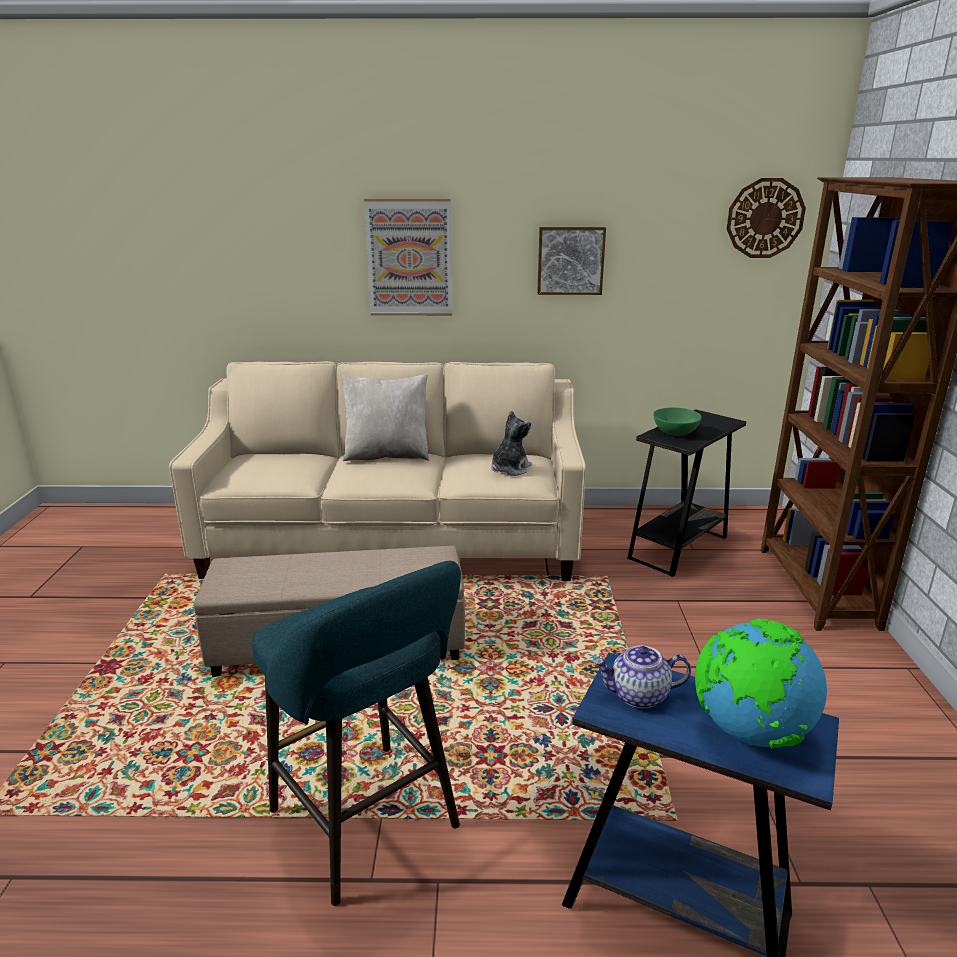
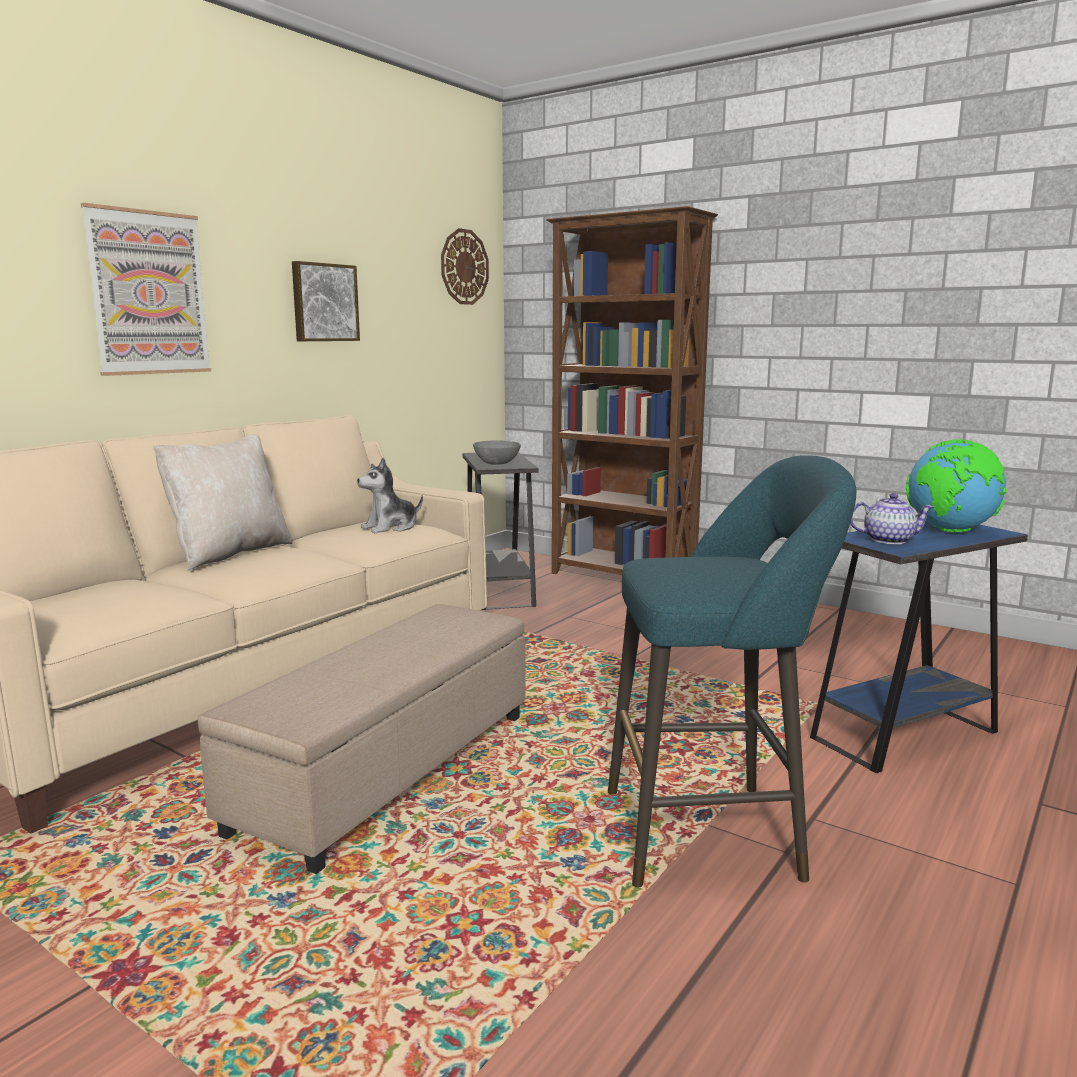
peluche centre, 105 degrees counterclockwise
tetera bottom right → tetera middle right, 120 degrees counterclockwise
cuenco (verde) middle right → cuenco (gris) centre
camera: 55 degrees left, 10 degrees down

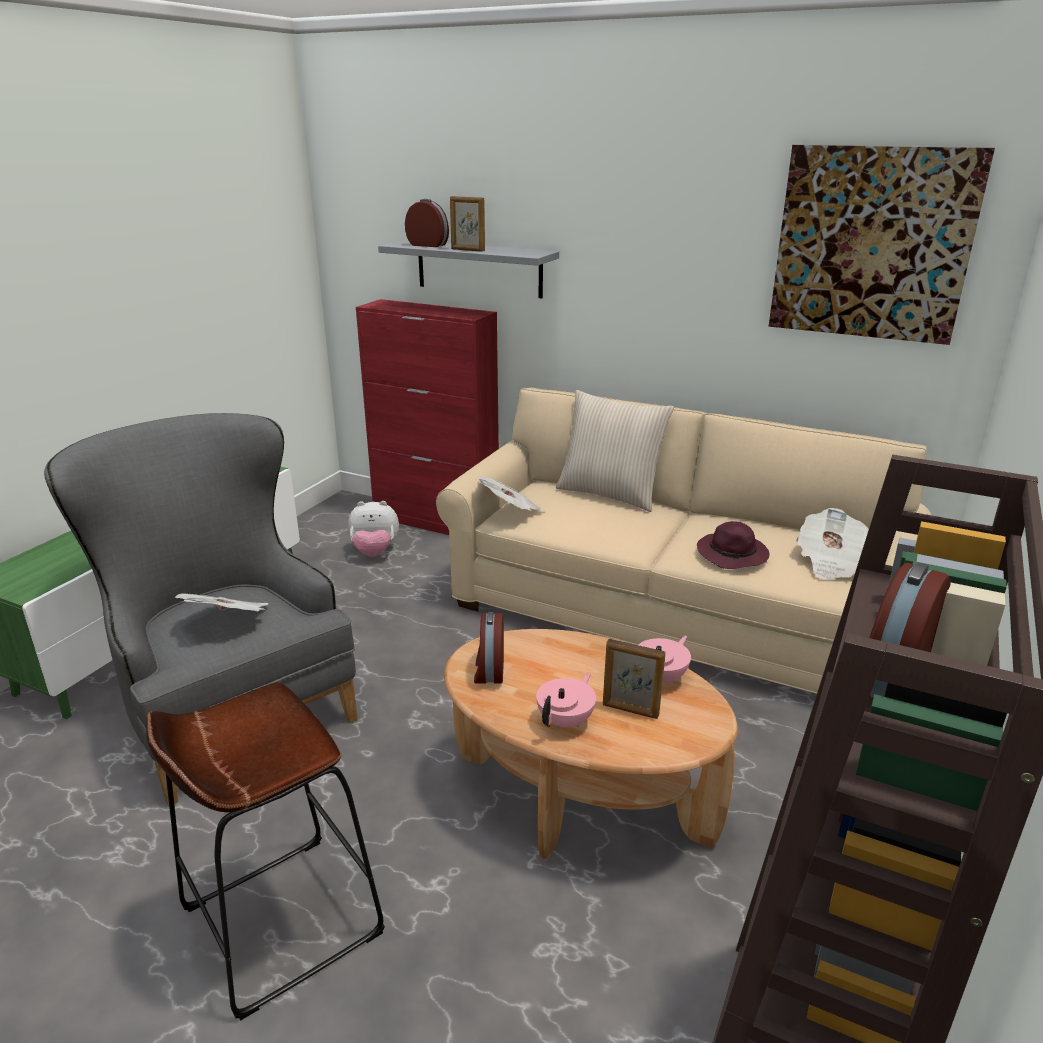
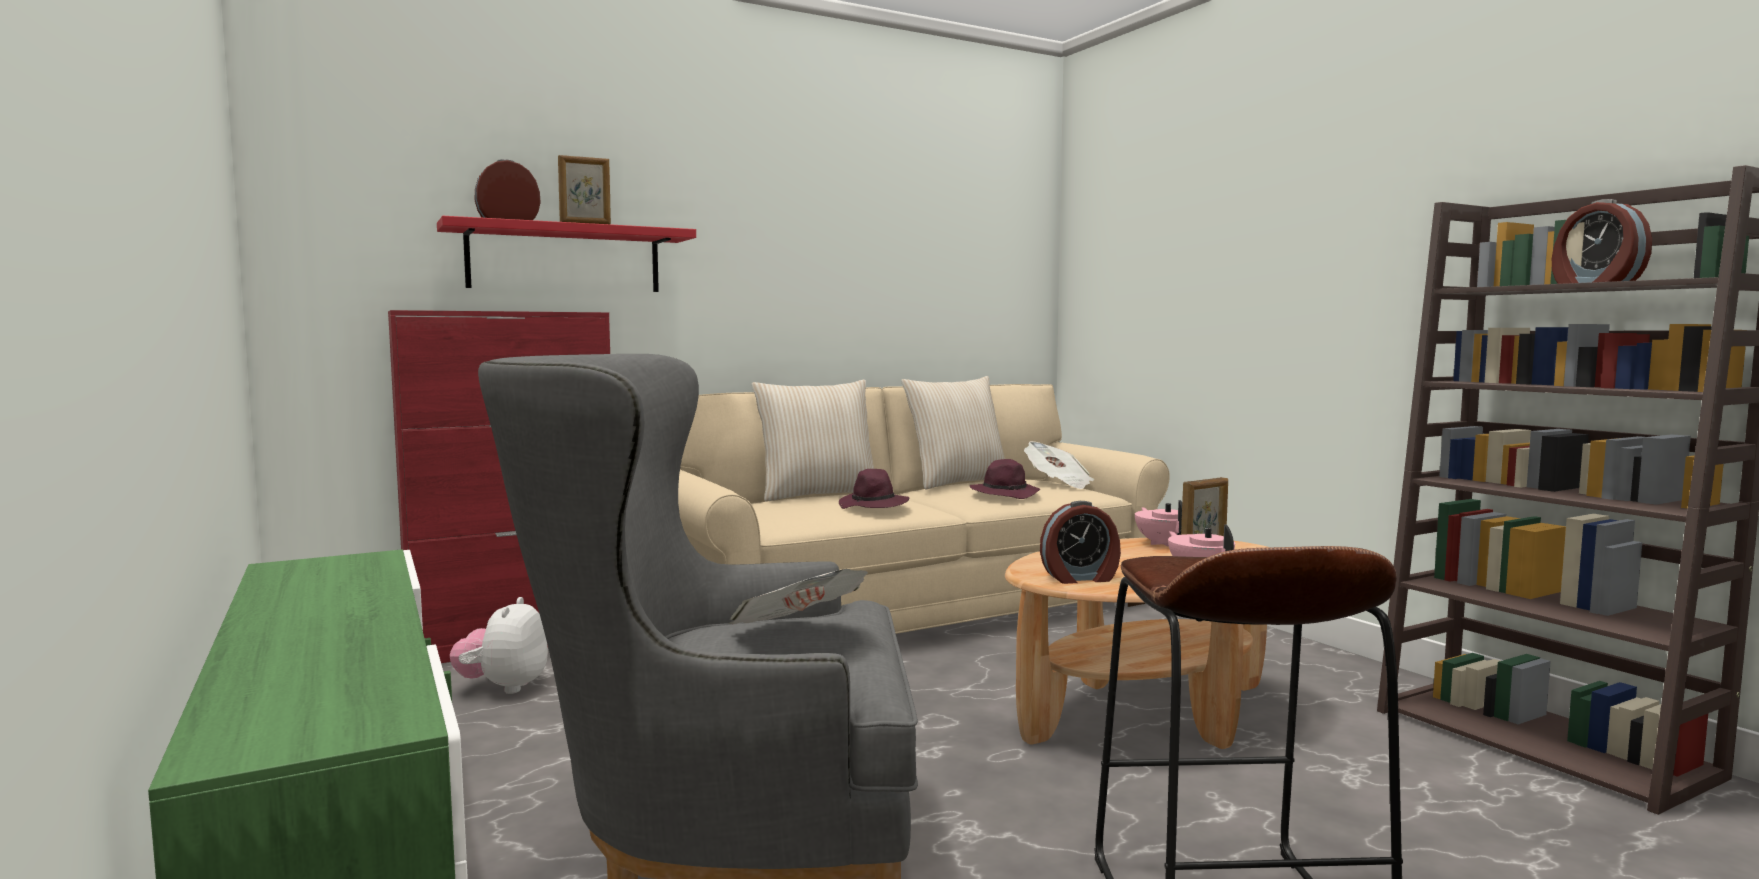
peluche centre → peluche bottom left, 150 degrees clockwise
estante (gris) top centre → estante (rojo) top left
despertador (2nd from left) centre, 45 degrees counterclockwise
periódico (2nd from left) centre → -
cuadro top right → -
- → sombrero (morado) (1st from left) centre
- → cojín (beis) (2nd from left) centre
camera: 55 degrees left, 20 degrees down

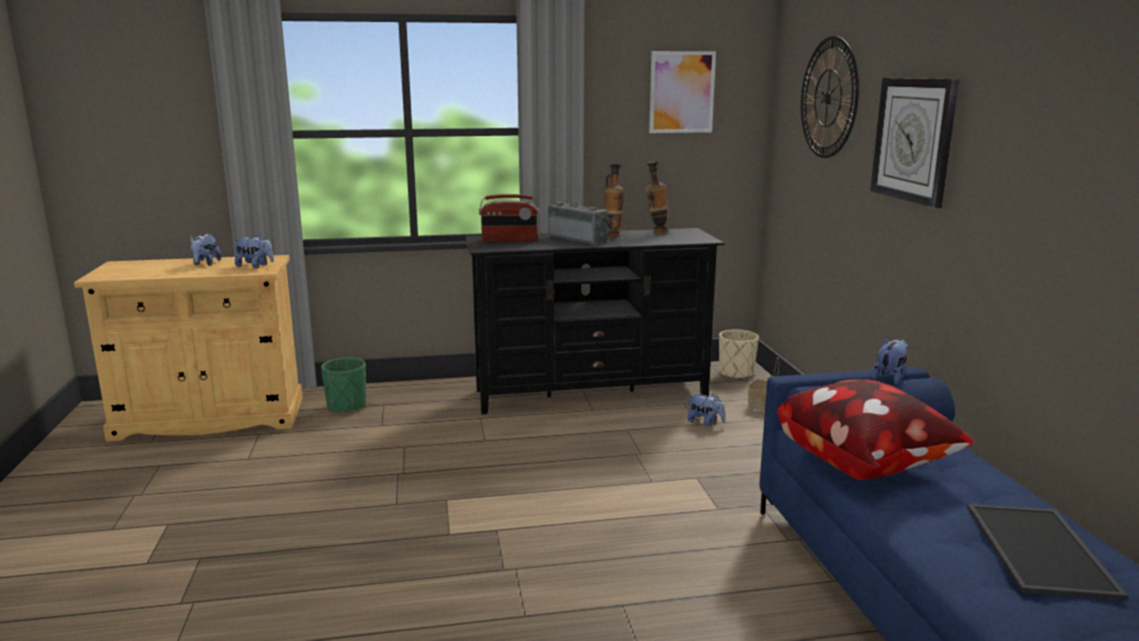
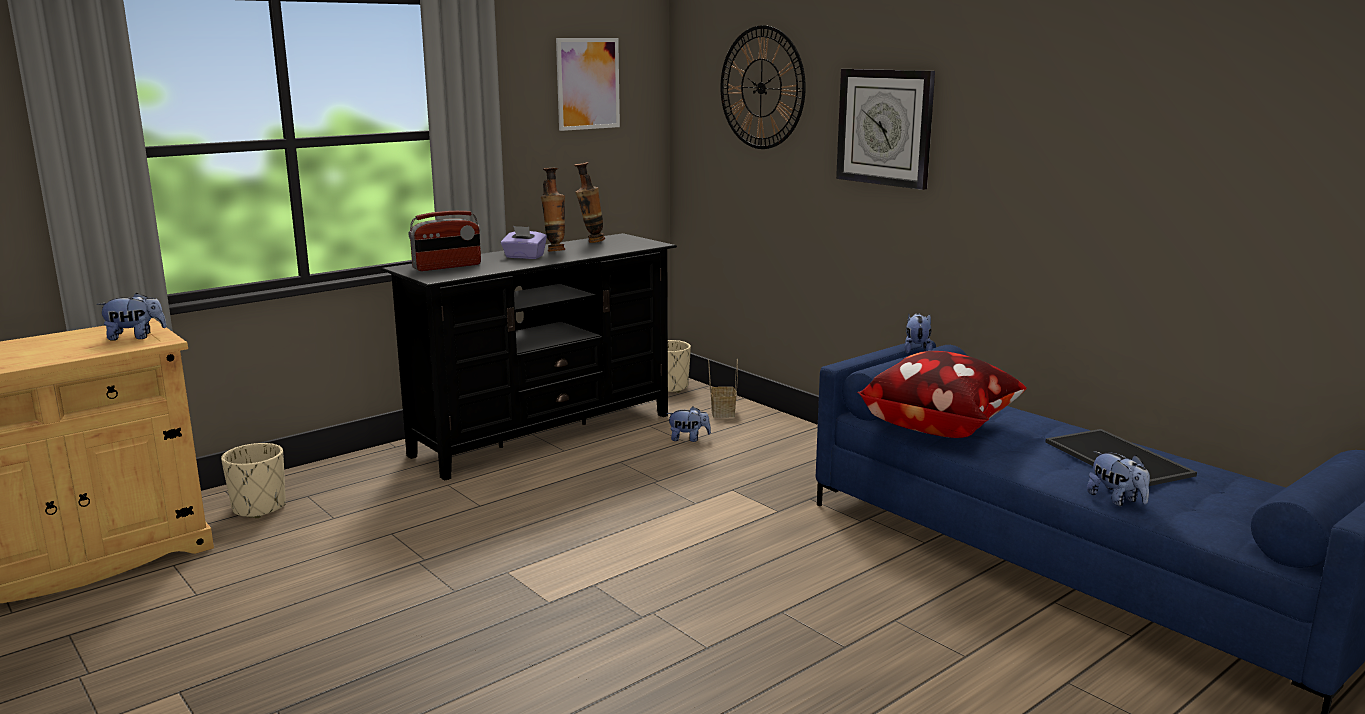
peluche (1st from left in the first image) middle left → peluche (4th from left) bottom right, moved
maceta (verde) middle left → maceta (beis) (1st from left) bottom left
radio (2nd from left) centre → caja de pañuelos (morado) centre
camera: 30 degrees left, 0 degrees up

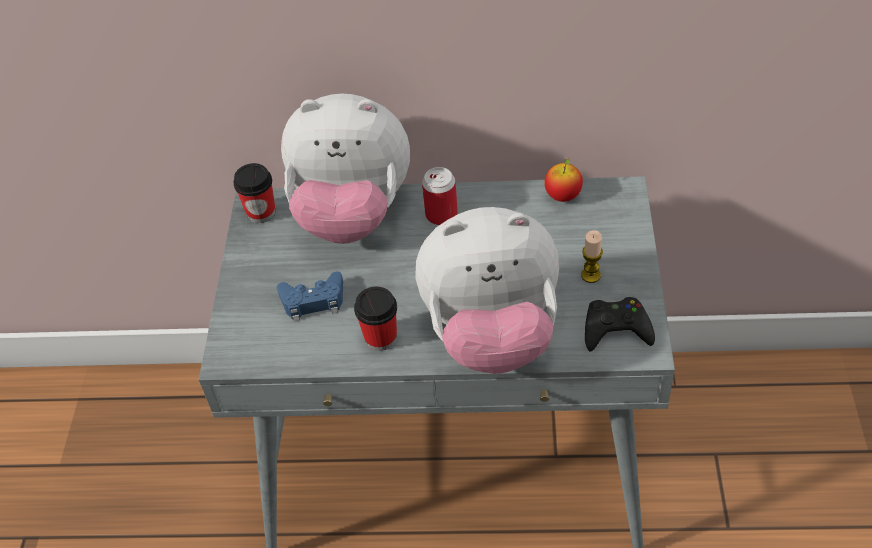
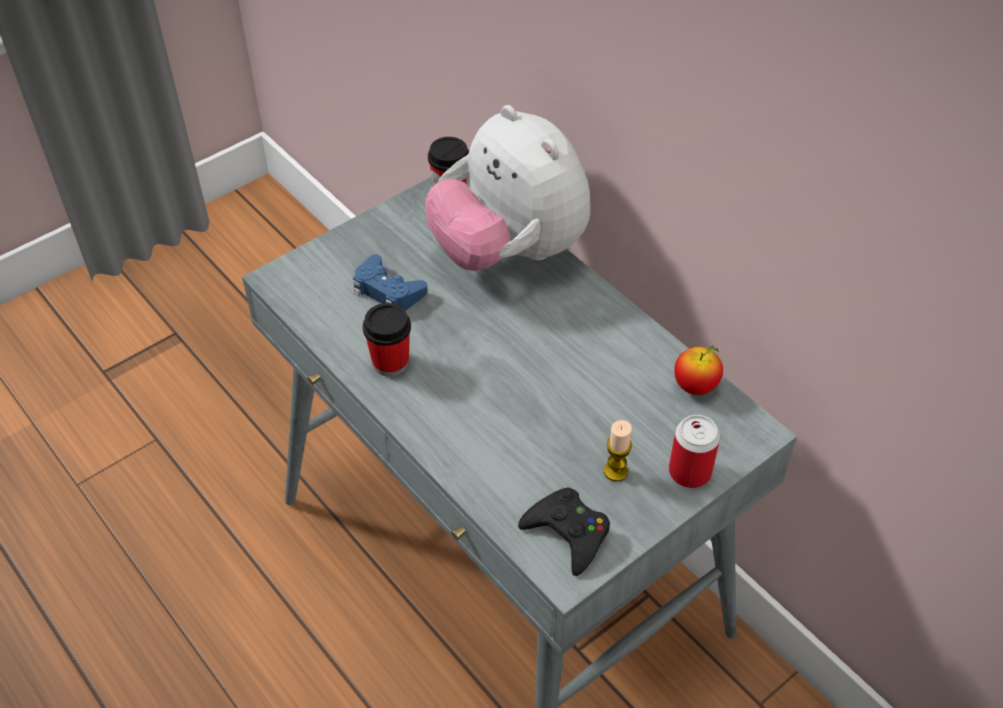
peluche (2nd from left) centre → -
lata centre → lata middle right, moved
camera: 45 degrees right, 0 degrees up

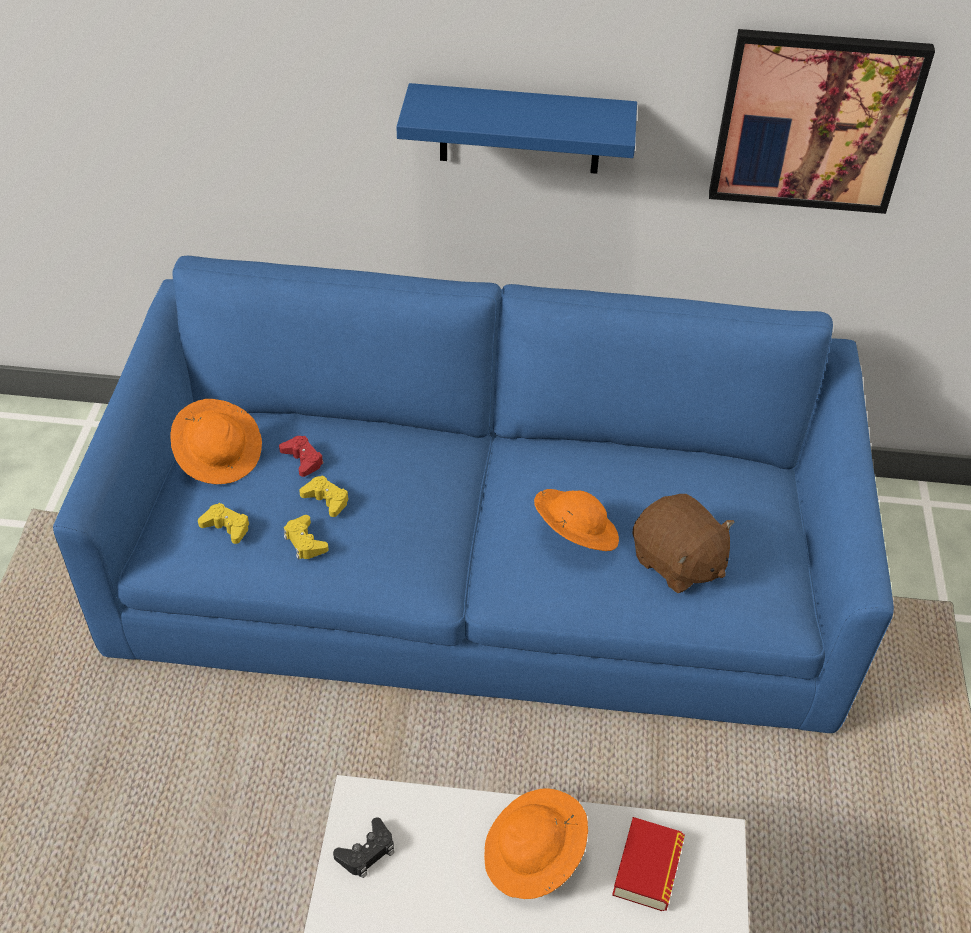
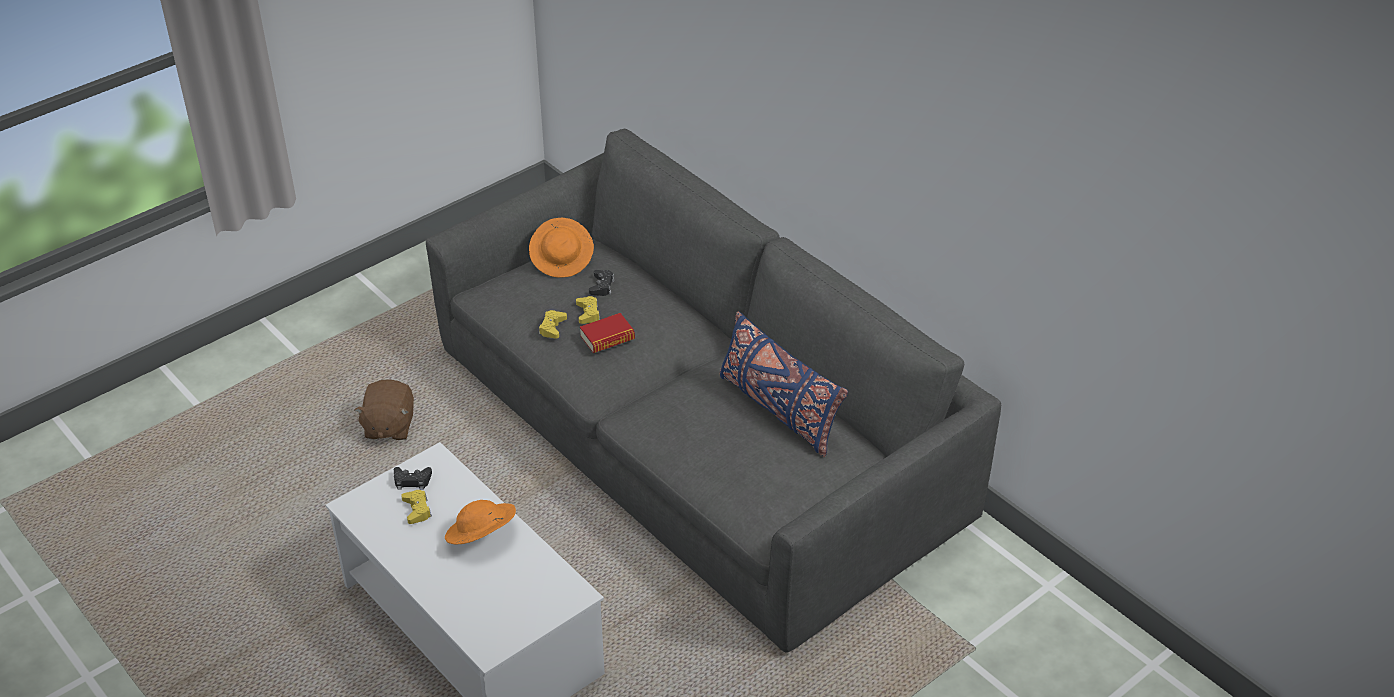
sofá (azul) centre → sofá (gris) centre
mando de consola (amarillo) (1st from left) middle left → mando de consola (amarillo) (1st from left) bottom left, moved
mando de consola (rojo) middle left → mando de consola (negro) (2nd from left) centre
estante (azul) top centre → -
sombrero (naranja) (3rd from left) centre → -
libro bottom right → libro centre, moved
peluche (marrón) middle right → peluche (marrón) middle left, moved
cuadro top right → -
- → cojín (azul) centre
camera: 45 degrees right, 5 degrees down

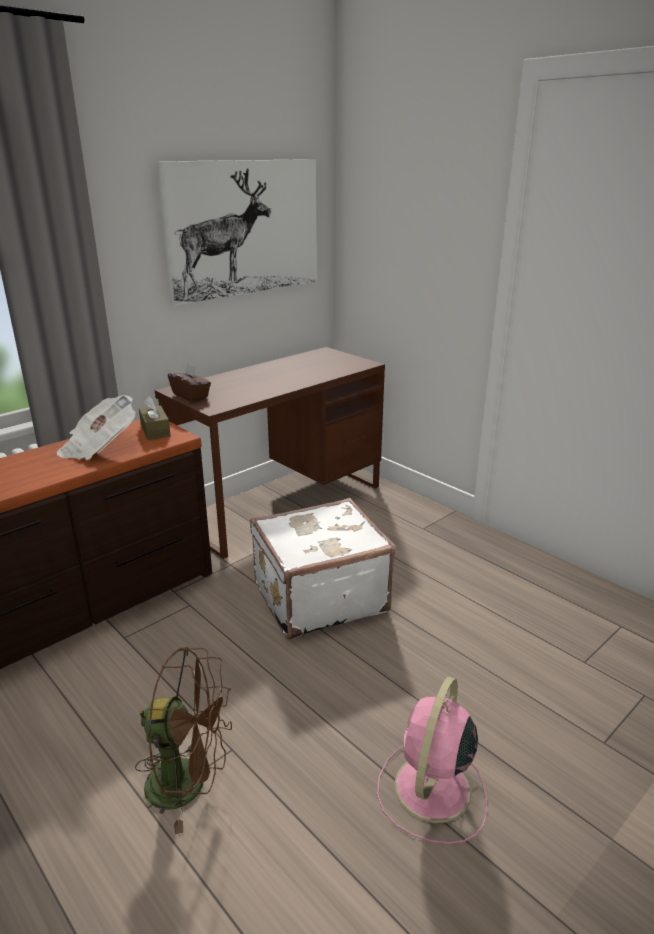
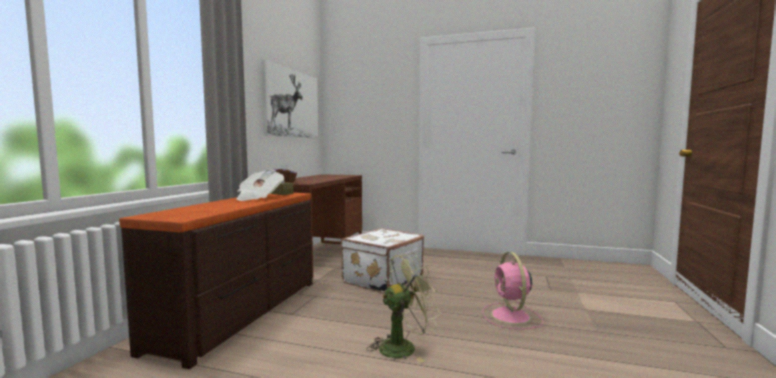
ventilador (marrón) bottom left → ventilador (verde) bottom centre
camera: 30 degrees left, 20 degrees down

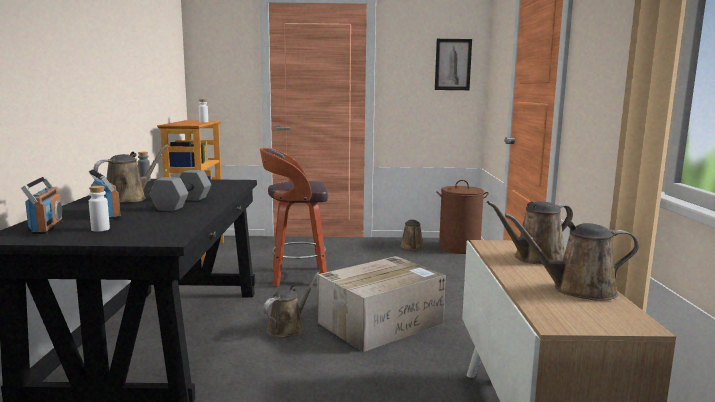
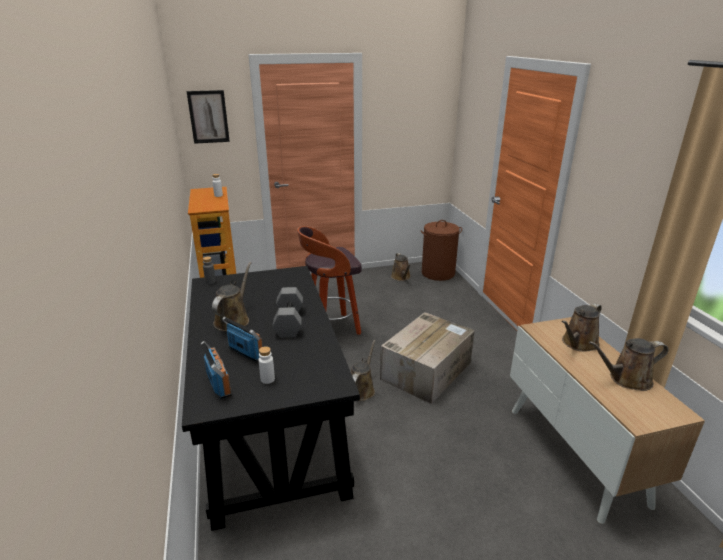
cuadro top centre → cuadro top left, moved
camera: 15 degrees left, 15 degrees up

